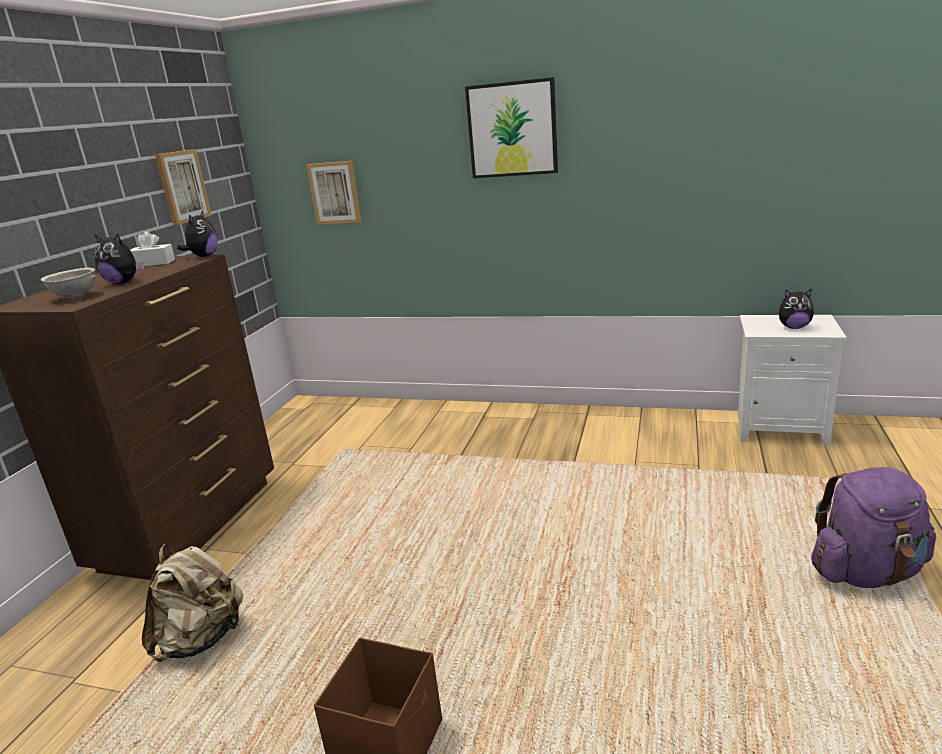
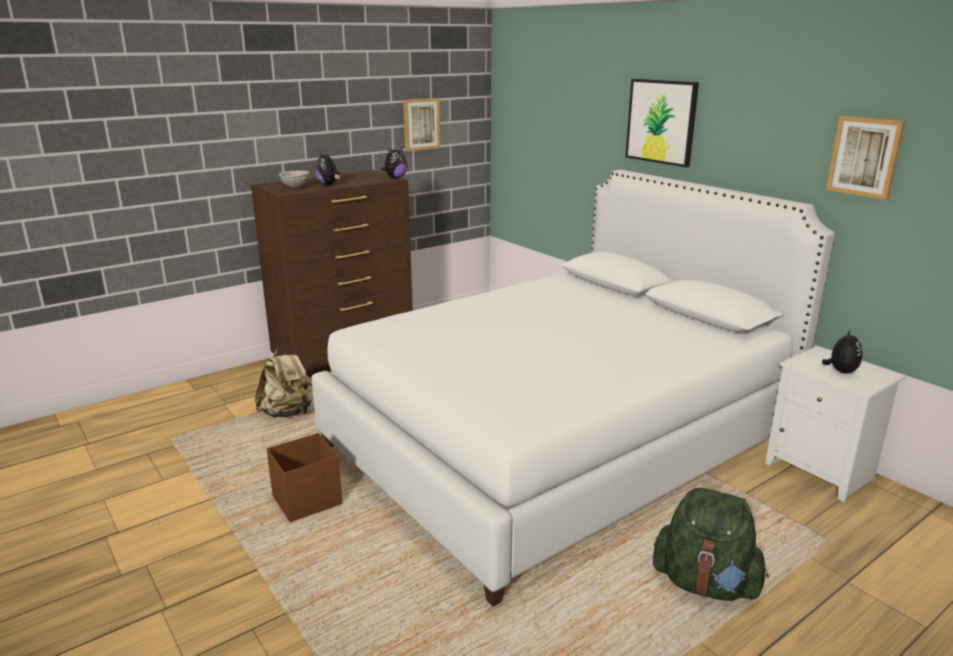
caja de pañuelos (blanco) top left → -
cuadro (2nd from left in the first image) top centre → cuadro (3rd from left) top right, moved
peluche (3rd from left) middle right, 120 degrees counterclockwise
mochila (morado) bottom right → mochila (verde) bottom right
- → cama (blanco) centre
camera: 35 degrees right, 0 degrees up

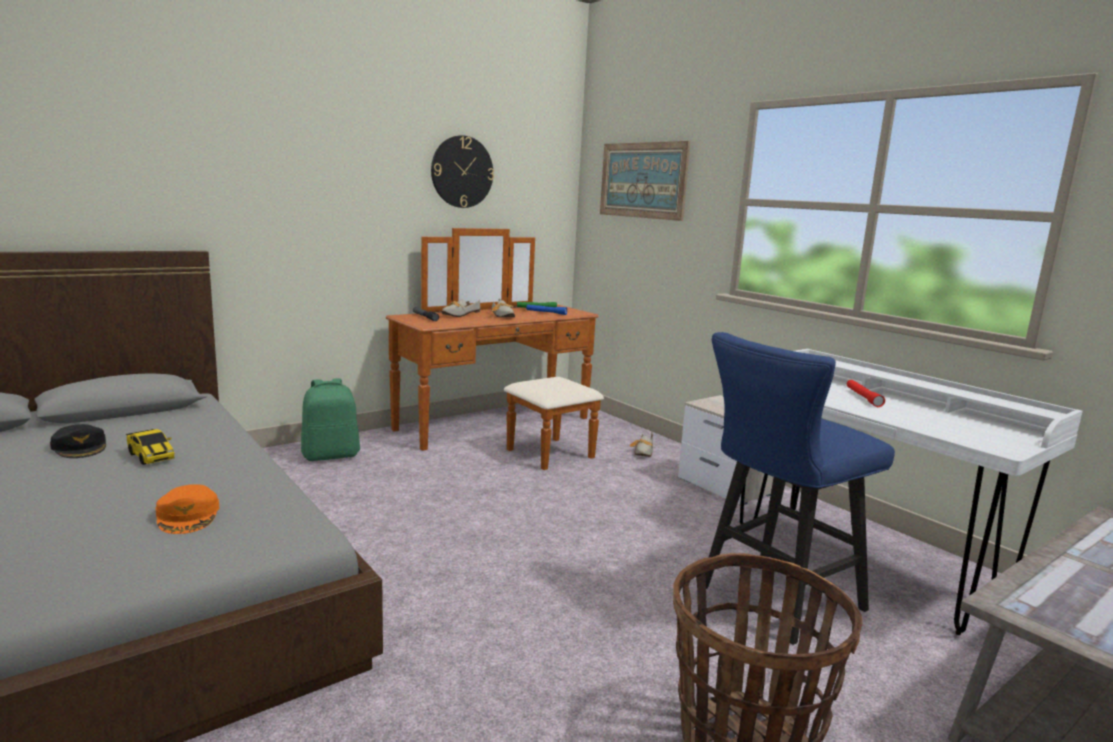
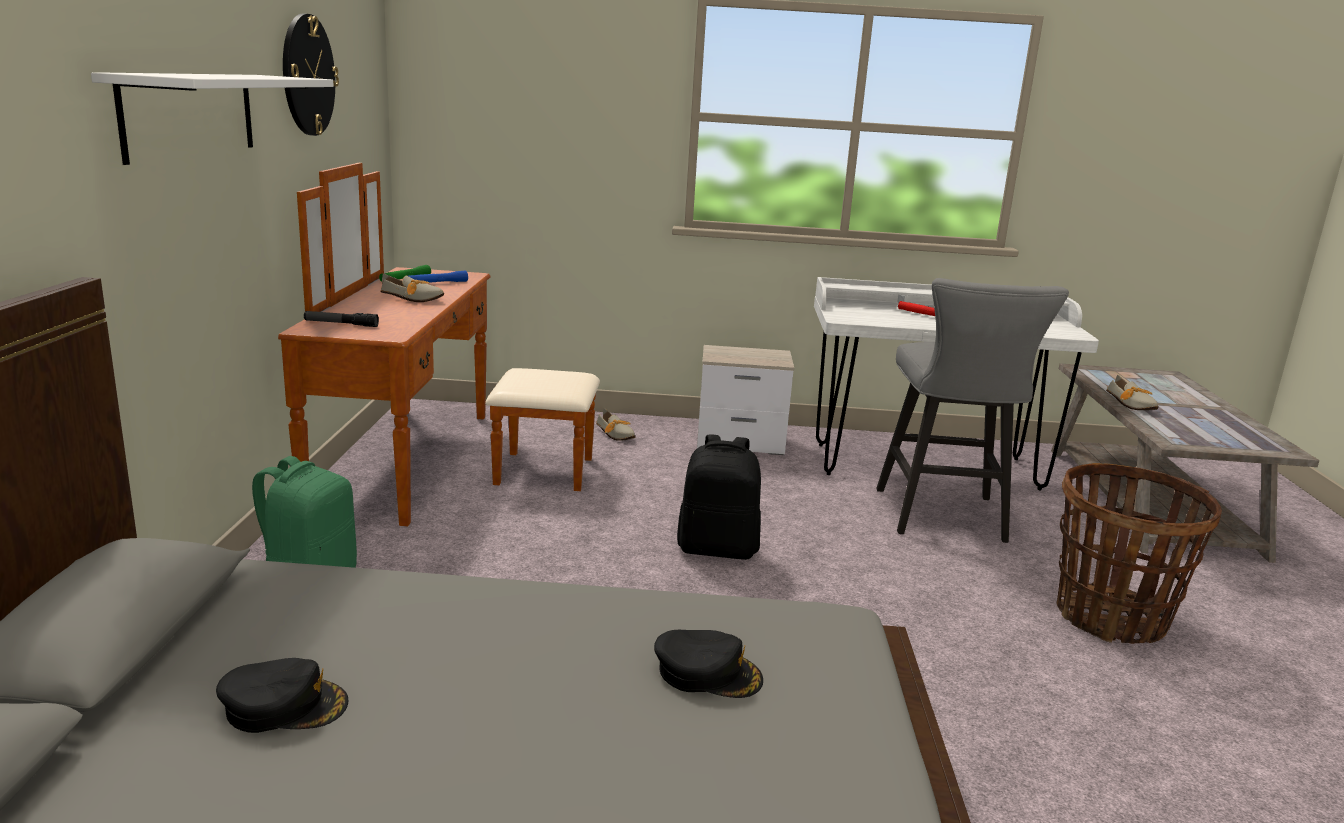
coche de juguete middle left → -
gorra (naranja) bottom left → gorra (negro) (2nd from left) bottom centre
zapato (1st from left in the first image) centre → zapato (3rd from left) middle right, moved
cuadro top centre → -
taburete (azul) middle right → taburete (gris) middle right
- → estante (blanco) top left
- → mochila (negro) centre
camera: 50 degrees left, 5 degrees up

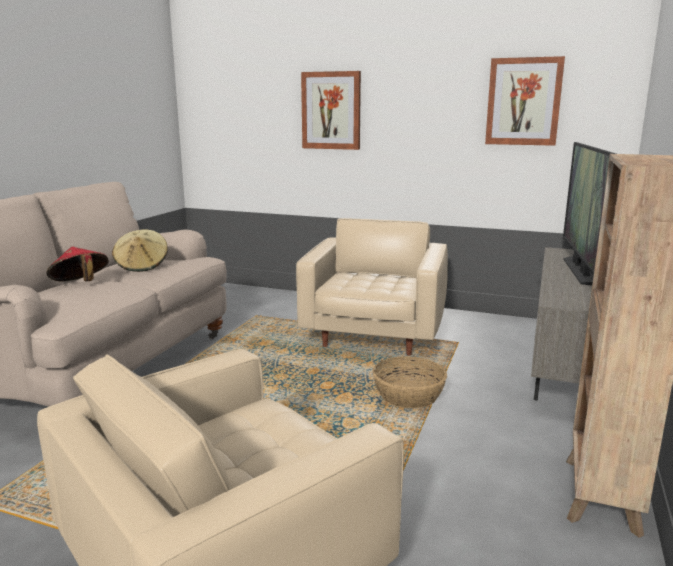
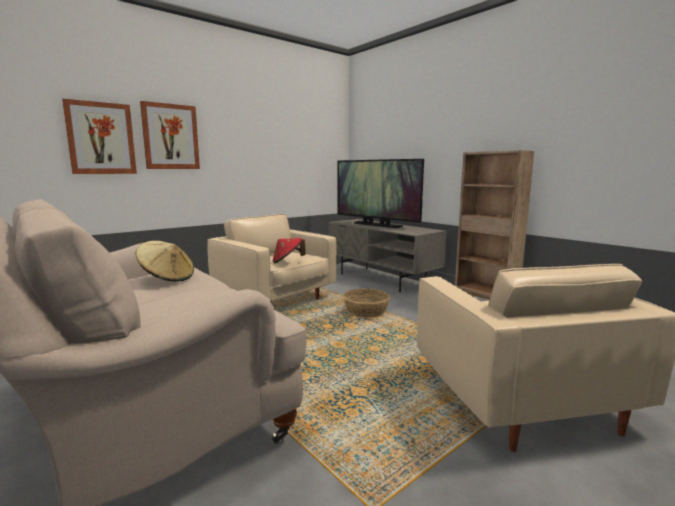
sombrero (rojo) middle left → sombrero (rojo) centre, moved
cuadro (2nd from left in the first image) top right → cuadro (1st from left) top left, moved
camera: 60 degrees left, 5 degrees down

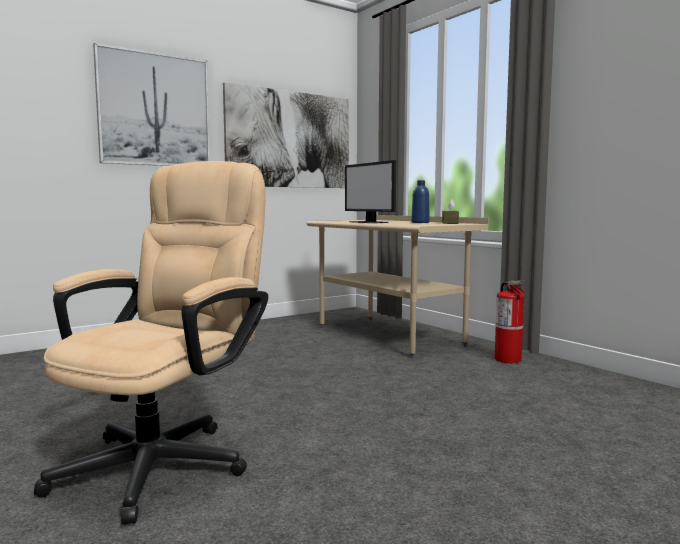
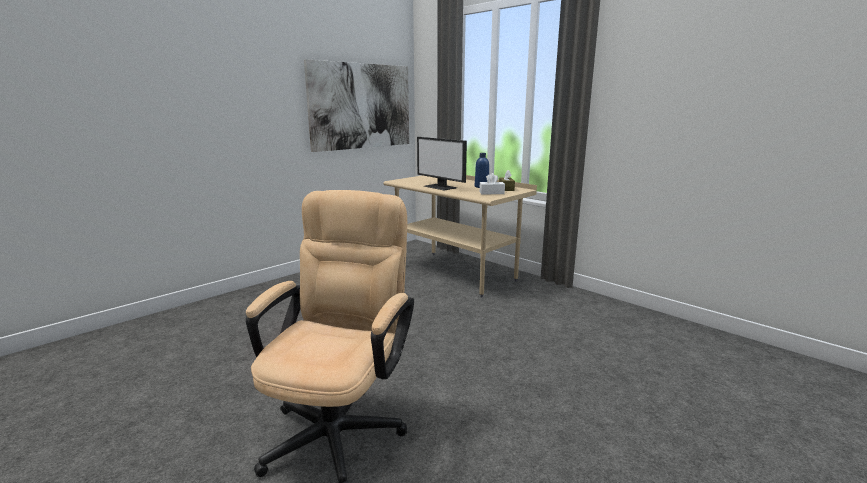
cuadro (1st from left) top left → -
extintor middle right → -
- → caja de pañuelos (blanco) centre
camera: 10 degrees left, 10 degrees up

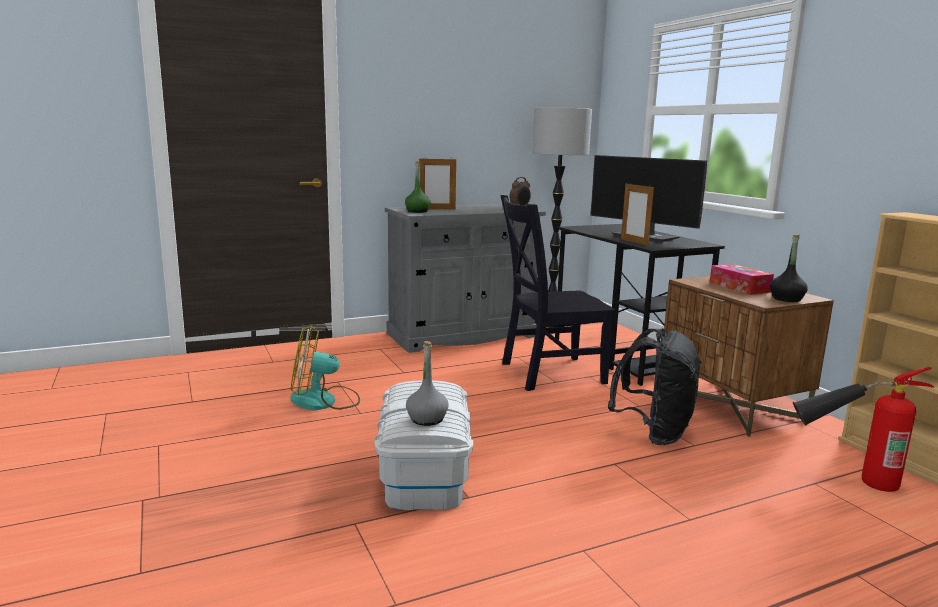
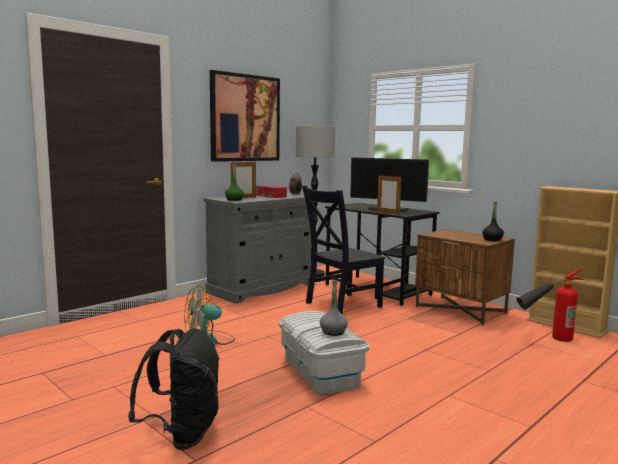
mochila (negro) middle right → mochila (negro) bottom left, moved
caja de pañuelos middle right → caja de pañuelos centre, moved
- → cuadro top centre
camera: 20 degrees left, 5 degrees down

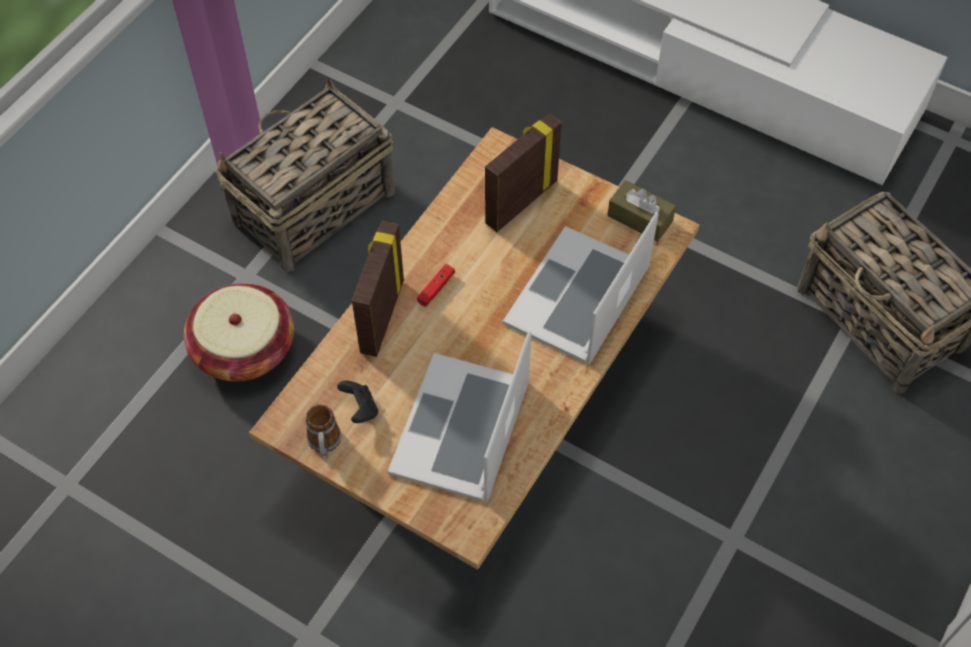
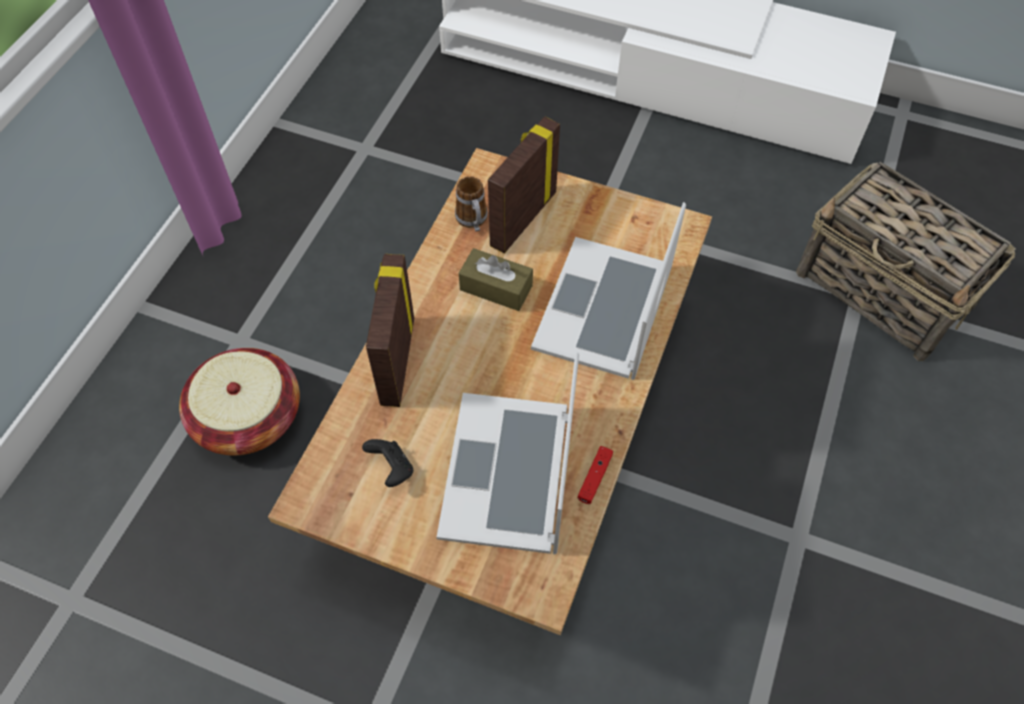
cesta (2nd from left) top left → -
taza grande middle left → taza grande top centre, moved
mando de consola (rojo) centre → mando de consola (rojo) bottom centre, moved
caja de pañuelos (marrón) top centre → caja de pañuelos (marrón) centre, moved
camera: 10 degrees left, 0 degrees up

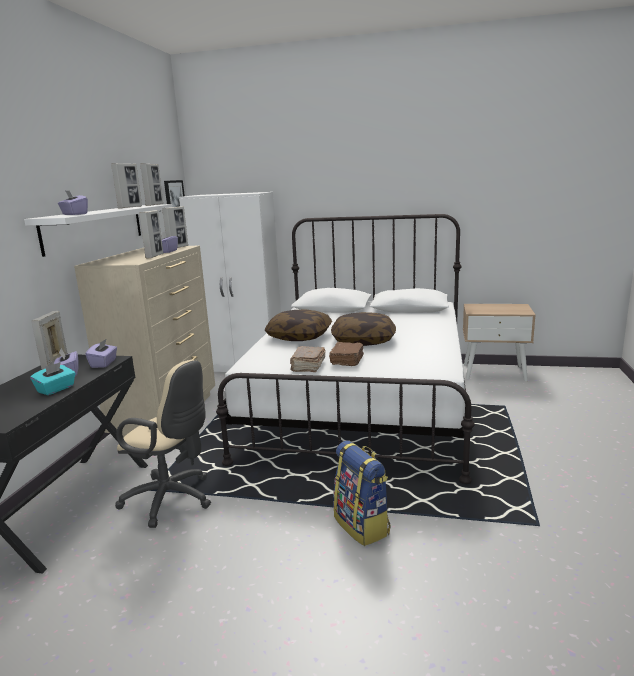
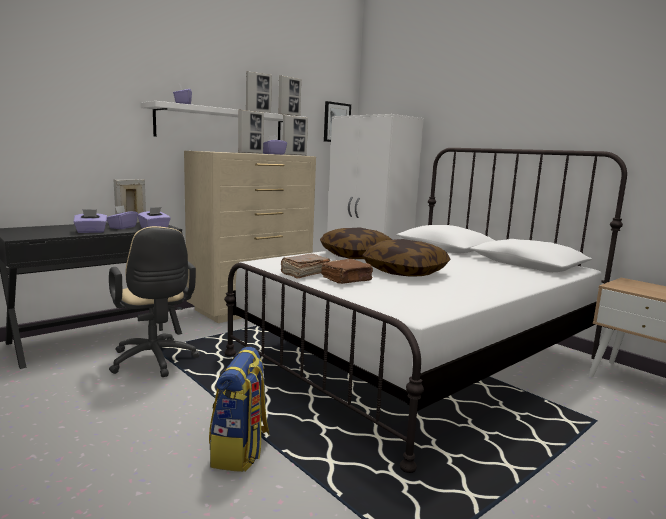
caja de pañuelos (turquesa) middle left → caja de pañuelos (morado) (1st from left) middle left
camera: 35 degrees right, 5 degrees down

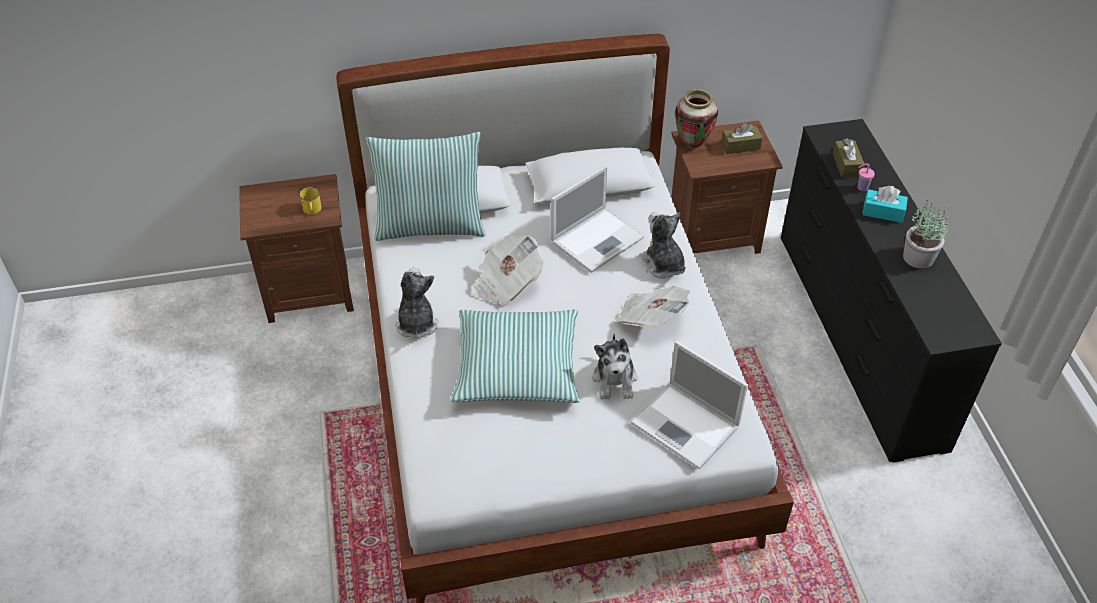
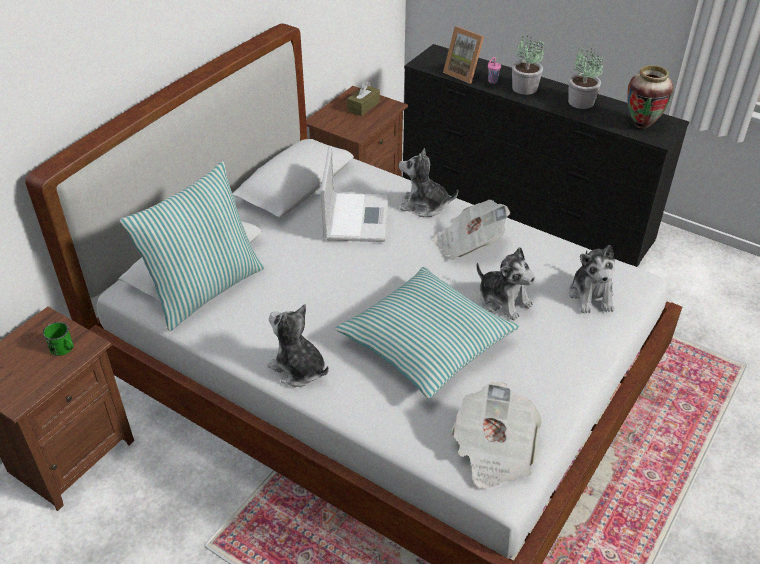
taza grande (amarillo) middle left → taza grande (verde) middle left
periódico (1st from left in the first image) centre → periódico (2nd from left) bottom centre, moved
portátil (2nd from left) bottom centre → peluche (4th from left) middle right
florero top centre → florero top right, moved
caja de pañuelos (marrón) (2nd from left) top right → portarretratos top centre
caja de pañuelos (turquesa) middle right → planta en maceta (1st from left) top right
camera: 45 degrees left, 5 degrees down

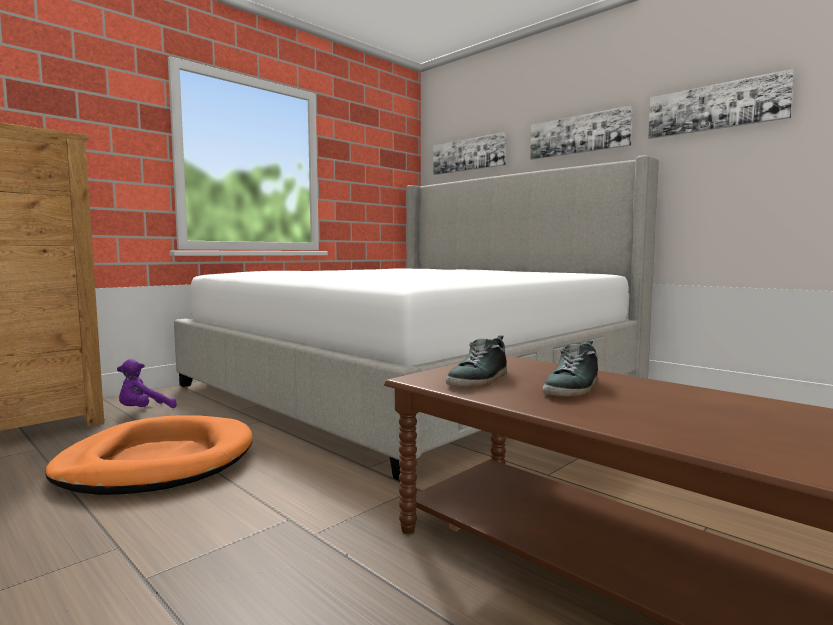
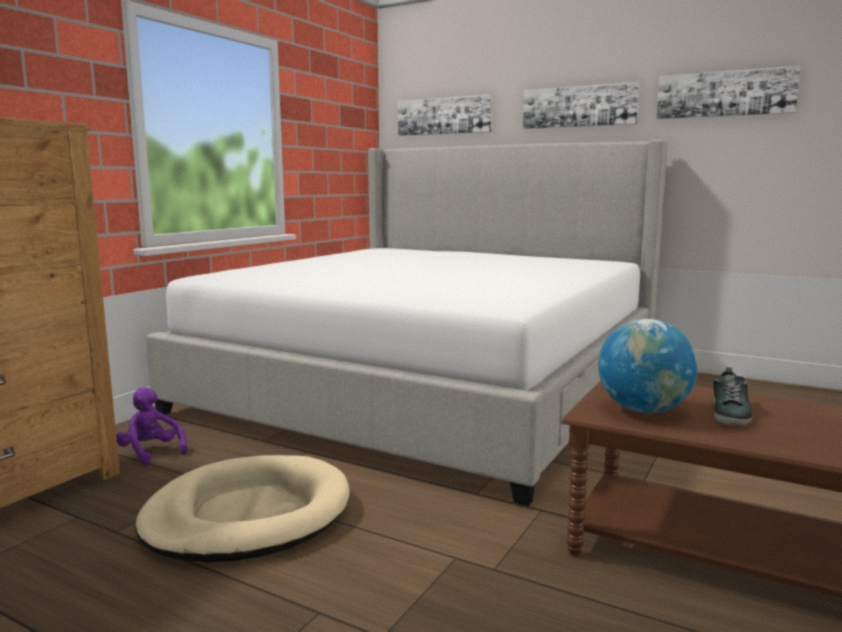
cama para perro (naranja) bottom left → cama para perro (beis) bottom left
peluche (morado) middle left → peluche (morado) bottom left, 105 degrees clockwise
zapato (1st from left) centre → globo terráqueo middle right
camera: 15 degrees left, 5 degrees up

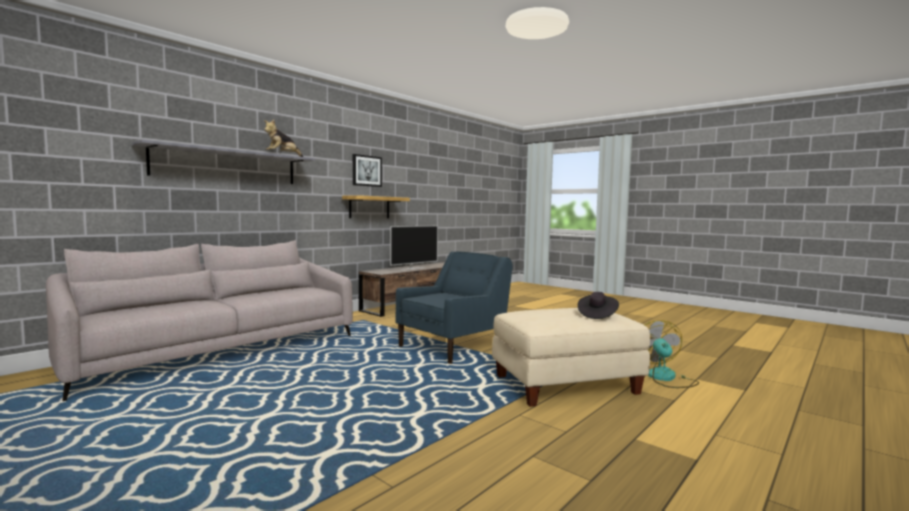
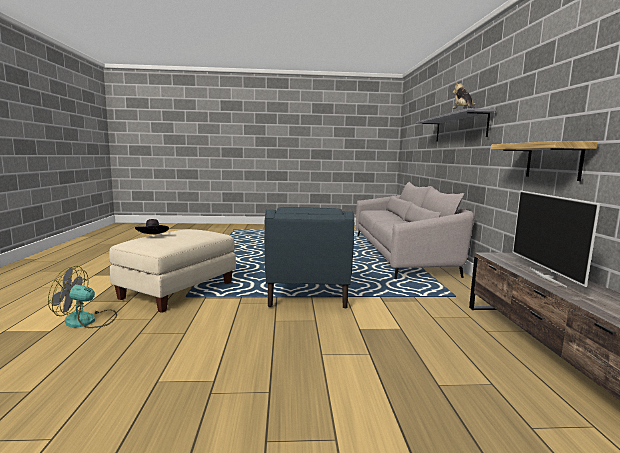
cuadro top centre → -
ventilador bottom right → ventilador middle left, 135 degrees clockwise
camera: 135 degrees right, 5 degrees up

